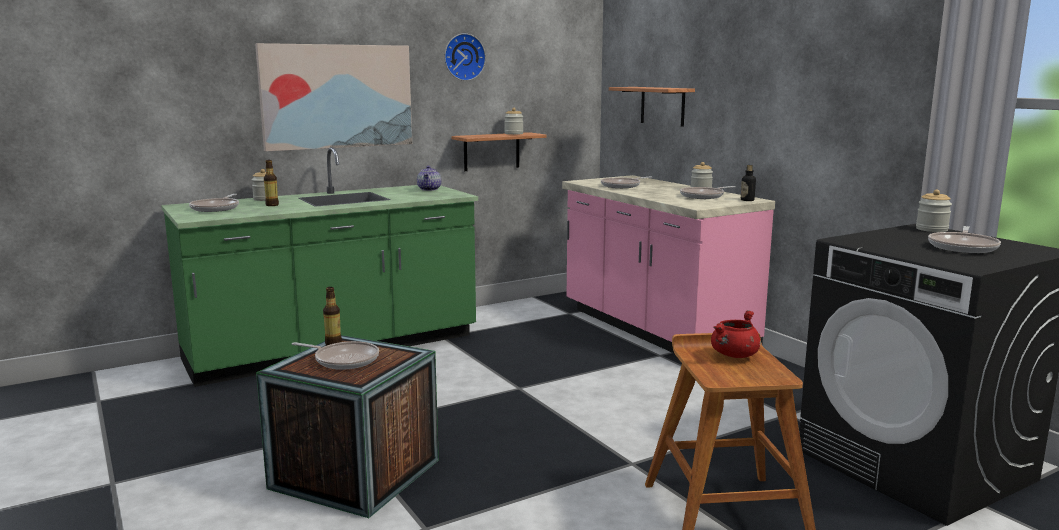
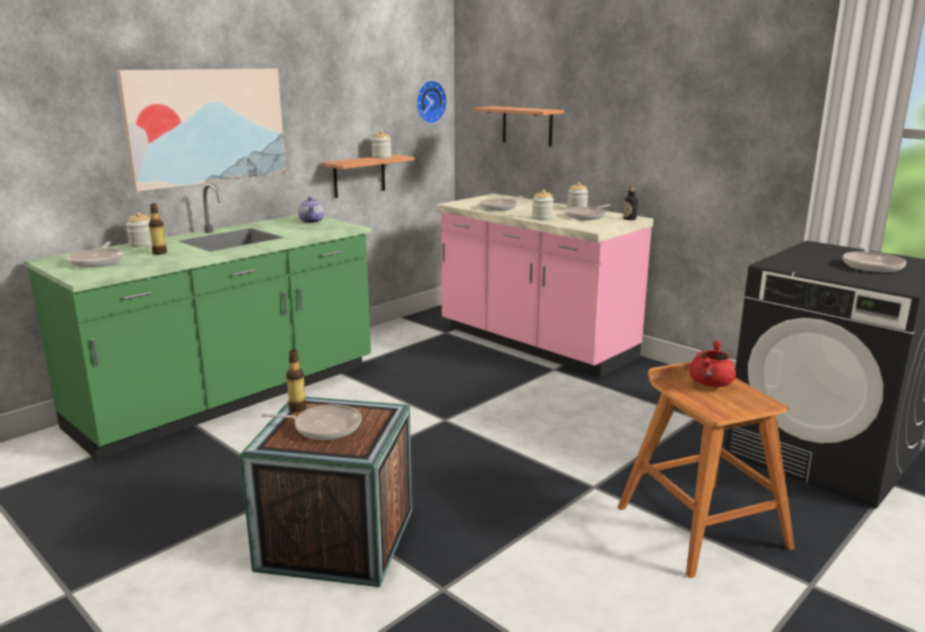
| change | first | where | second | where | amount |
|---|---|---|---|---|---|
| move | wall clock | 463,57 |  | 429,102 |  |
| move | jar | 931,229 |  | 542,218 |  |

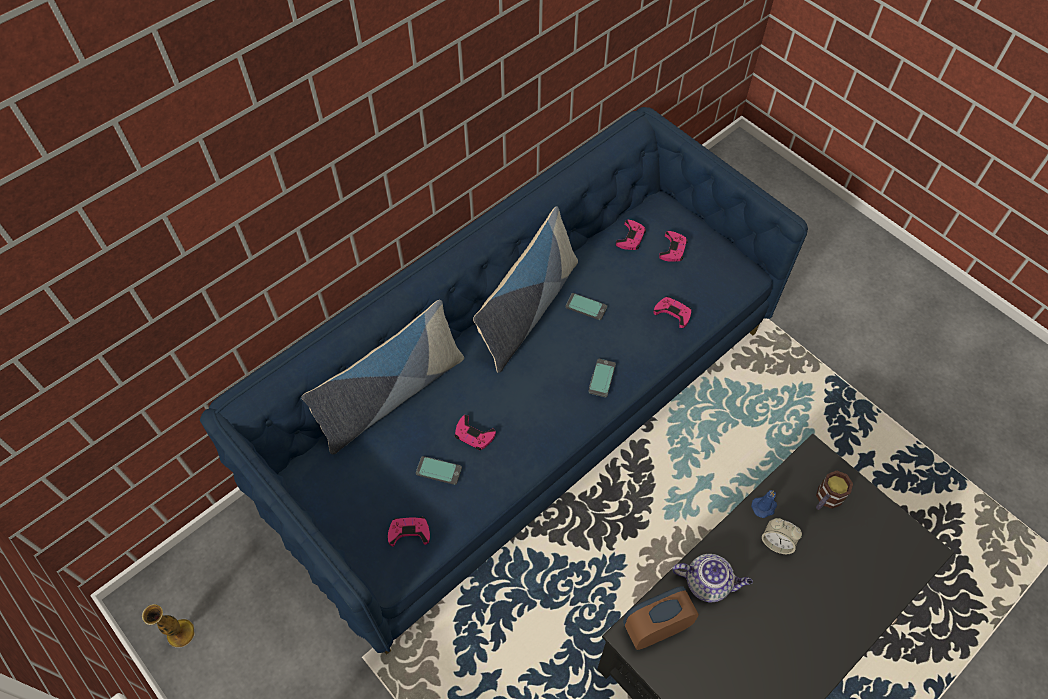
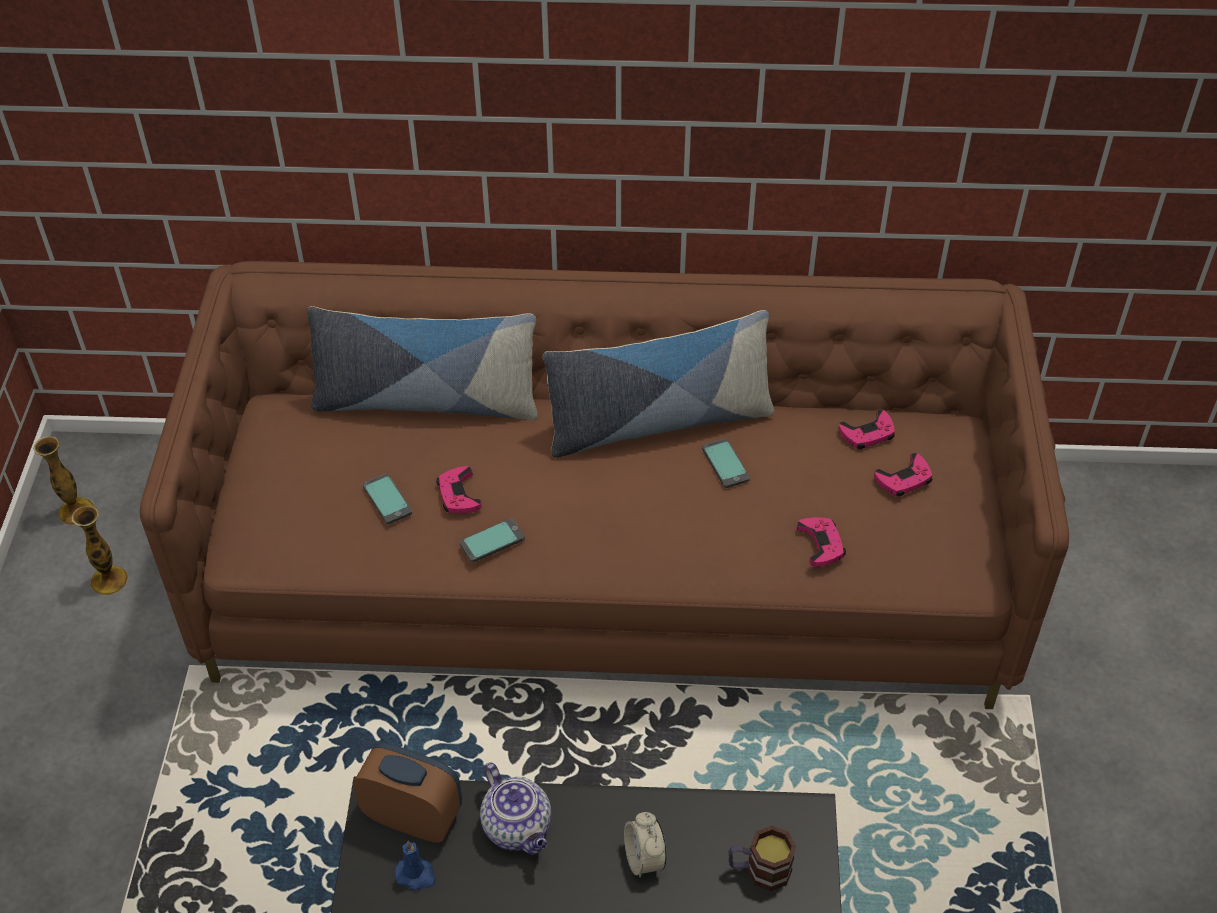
| change | first | where | second | where | amount |
|---|---|---|---|---|---|
| recolor | blue sofa | 523,410 | brown sofa | 610,574 |  |
| delete | pink game controller | 409,532 |  |  |  |
| move | phone | 601,378 |  | 492,541 |  |
| move | blue candle | 764,507 |  | 416,875 |  |
| insert |  |  | vase | 109,580 |  |

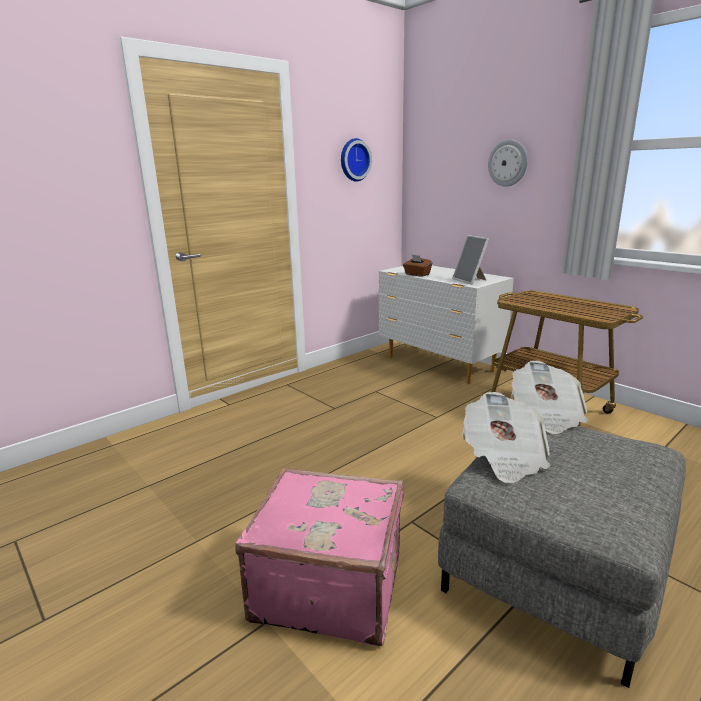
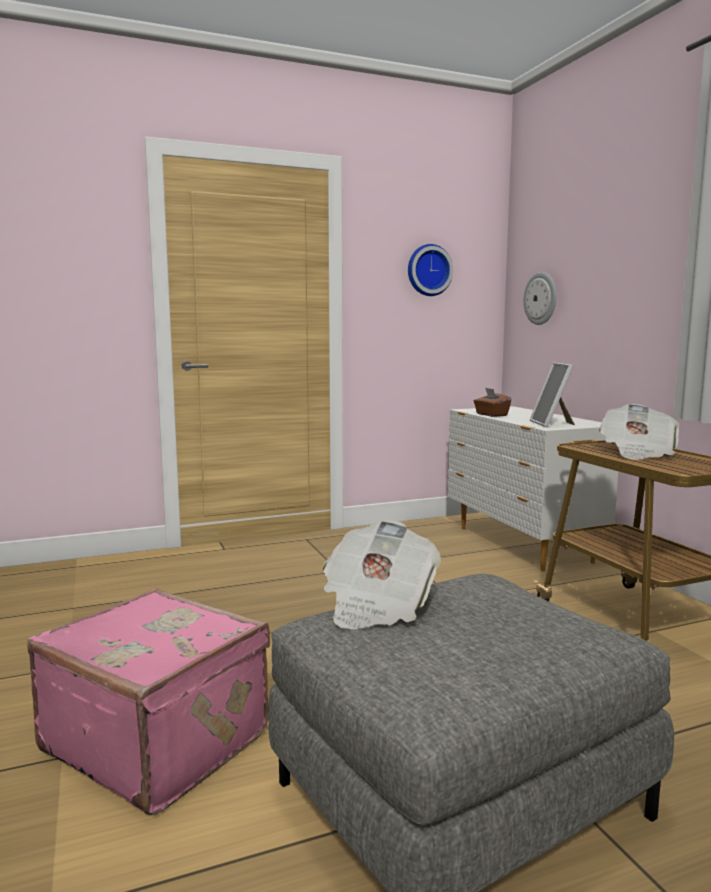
| change | first | where | second | where | amount |
|---|---|---|---|---|---|
| move | wall clock | 508,163 |  | 541,298 |  |
| move | newspaper | 546,415 |  | 637,453 |  |

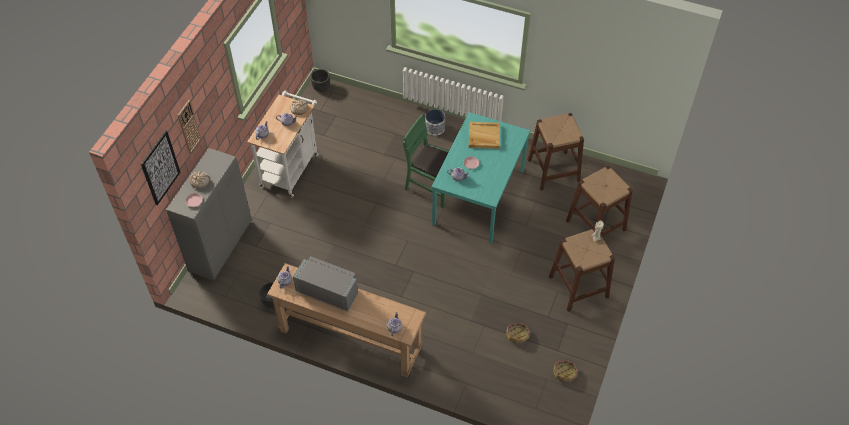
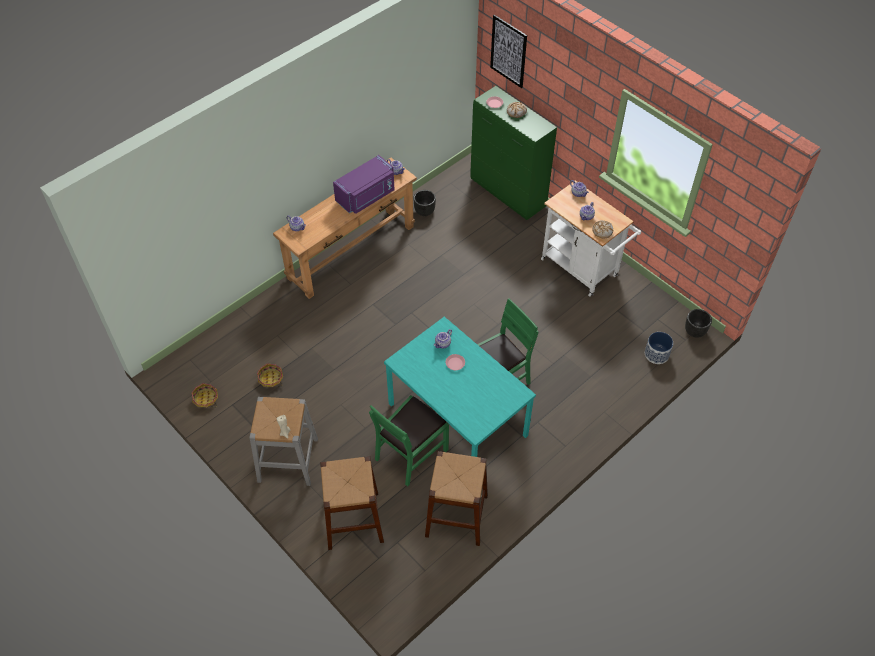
| change | first | where | second | where | amount |
|---|---|---|---|---|---|
| recolor | grey cabinet | 221,246 | green cabinet | 508,193 |  |
| delete | wall clock | 188,126 |  |  |  |
| recolor | grey microwave | 328,291 | purple microwave | 366,196 |  |
| move | planter | 435,128 |  | 656,354 |  |
| delete | beige tray | 483,136 |  |  |  |
| recolor | brown stool | 578,286 | grey stool | 288,460 |  |
| insert |  |  | green chair | 411,453 |  |

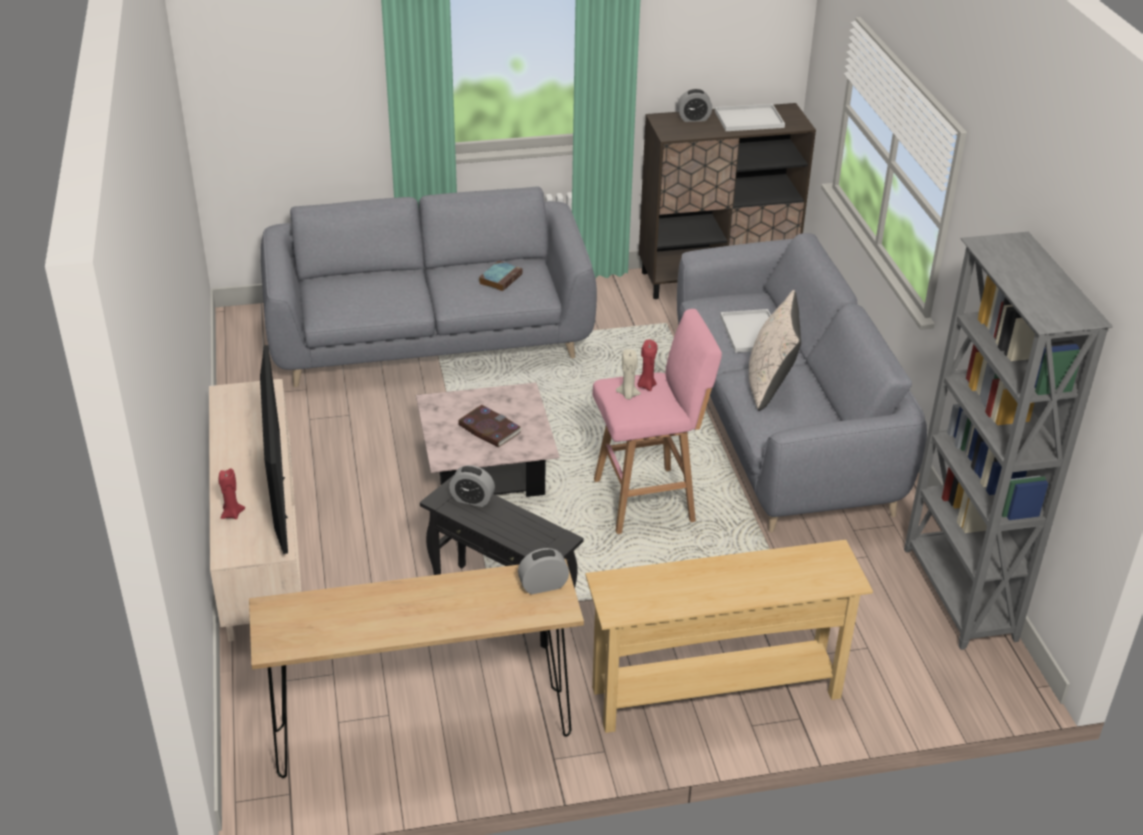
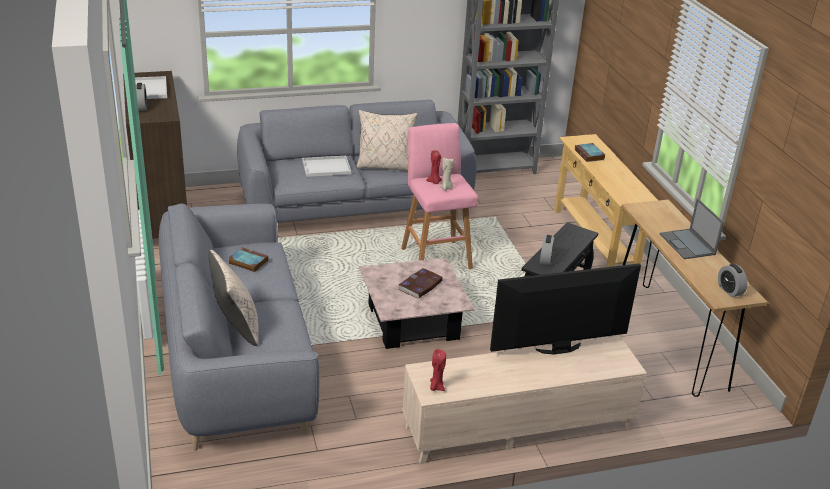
| change | first | where | second | where | amount |
|---|---|---|---|---|---|
| move | red candle | 232,514 |  | 436,387 |  |
| move | alarm clock | 543,585 |  | 729,290 |  |
| insert |  |  | beige pillow | 236,326 |  |
| insert |  |  | book | 589,155 |  |
| insert |  |  | laptop | 688,244 |  |

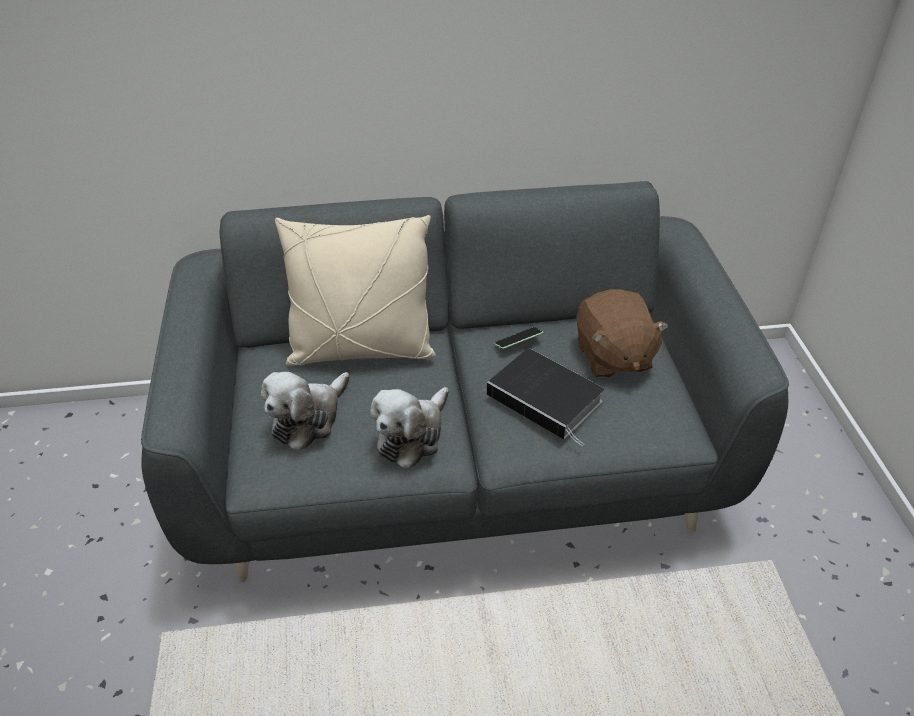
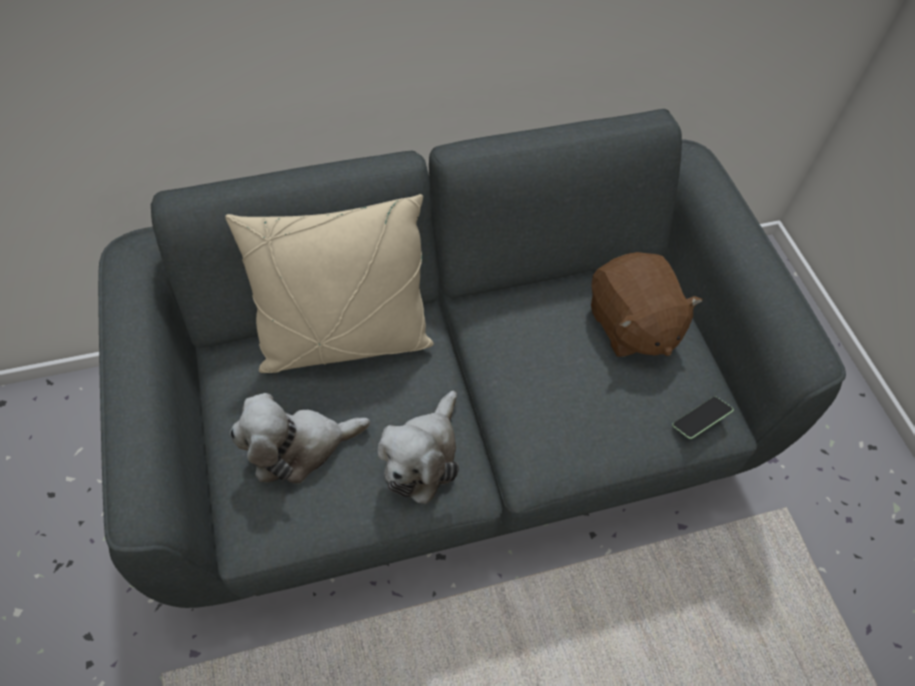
| change | first | where | second | where | amount |
|---|---|---|---|---|---|
| rotate | plush toy | 308,419 |  | 299,447 | 45 degrees clockwise |
| delete | book | 547,399 |  |  |  |
| move | phone | 518,343 |  | 700,421 |  |

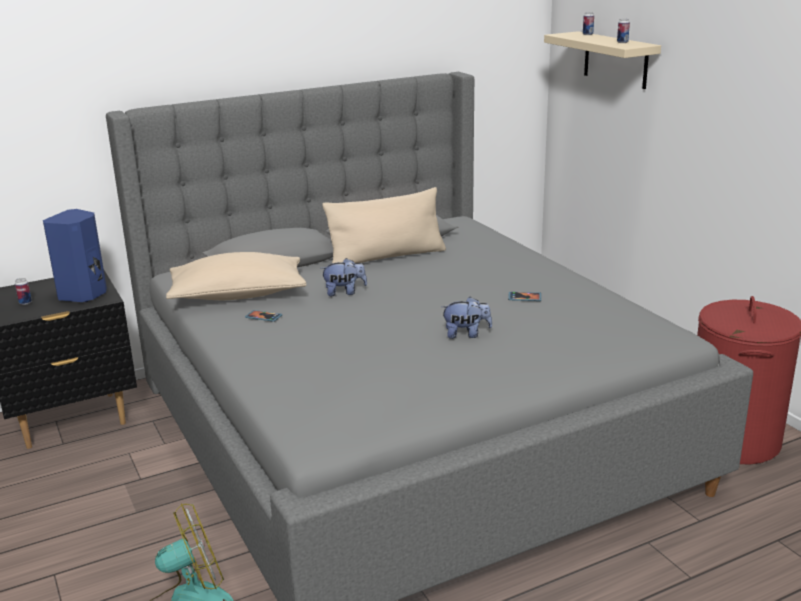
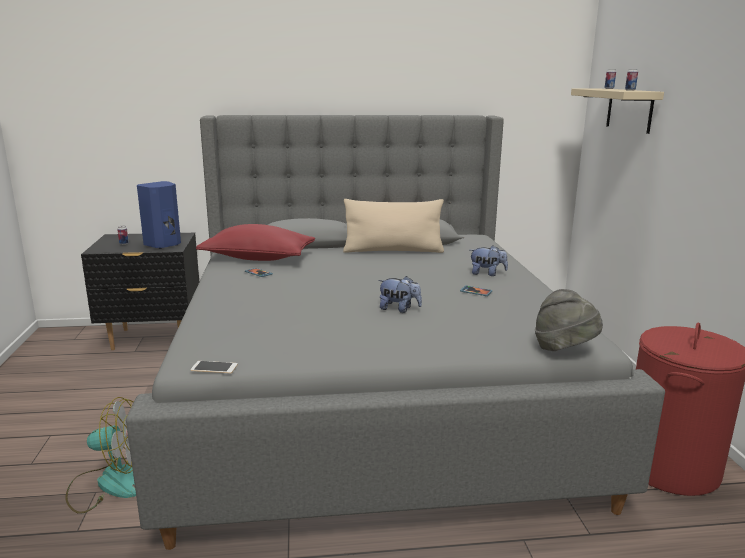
| change | first | where | second | where | amount |
|---|---|---|---|---|---|
| recolor | beige pillow | 238,295 | red pillow | 258,258 |  |
| move | plush toy | 344,292 |  | 487,274 |  |
| insert |  |  | phone | 214,367 |  |
| insert |  |  | grey hat | 564,349 |  |

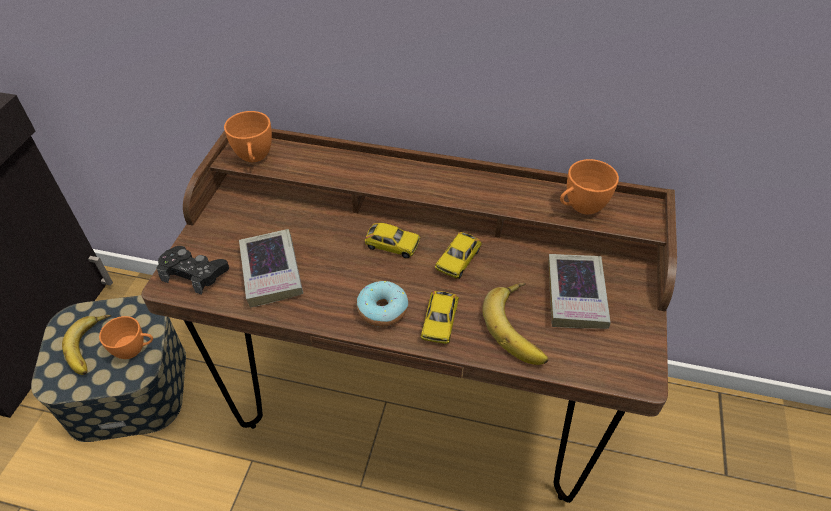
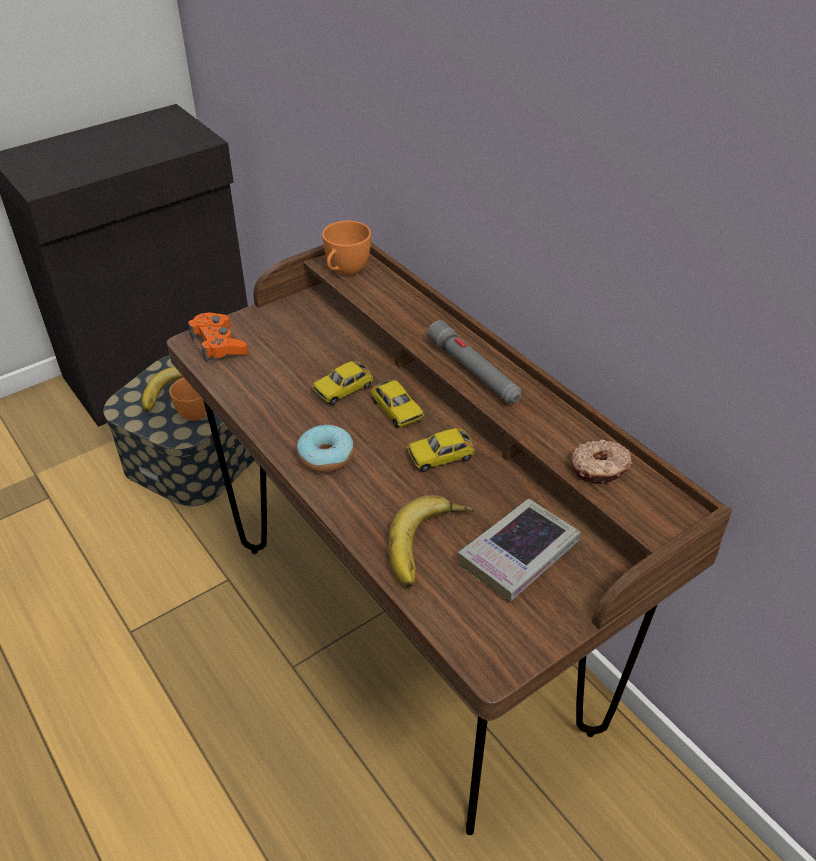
| change | first | where | second | where | amount |
|---|---|---|---|---|---|
| recolor | black game controller | 194,273 | orange game controller | 218,344 |  |
| delete | book | 271,271 |  |  |  |
| move | toy car | 439,322 |  | 342,389 |  |
| replace | orange cup | 580,207 | donut | 599,469 |  |
| insert |  |  | grey flashlight | 473,371 |  |

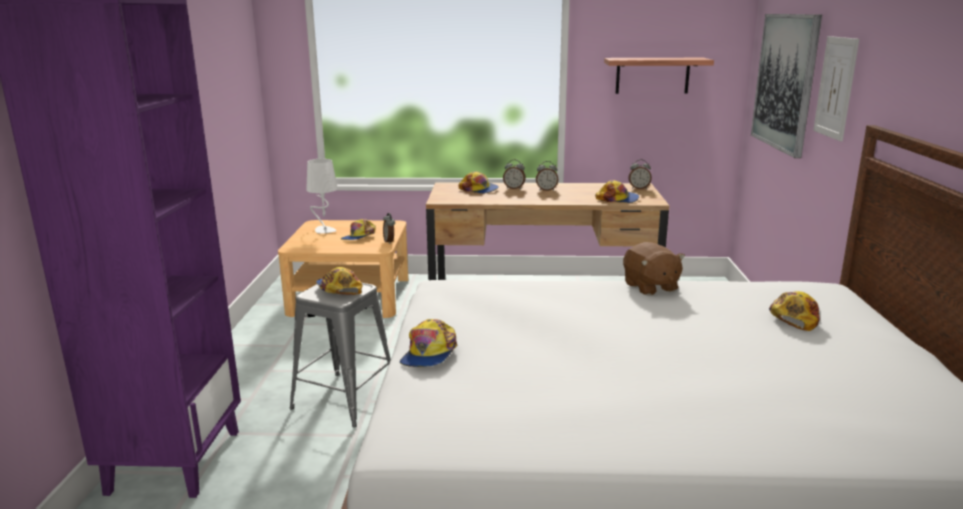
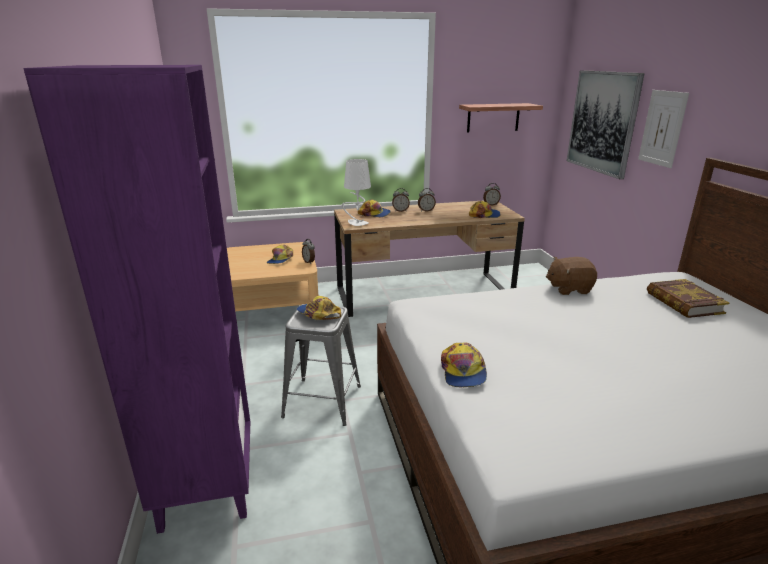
| change | first | where | second | where | amount |
|---|---|---|---|---|---|
| move | white table lamp | 324,230 |  | 356,223 |  |
| rotate | brown plush toy | 650,287 |  | 569,288 | 120 degrees clockwise |
| replace | cap | 794,317 | book | 683,303 |  |

